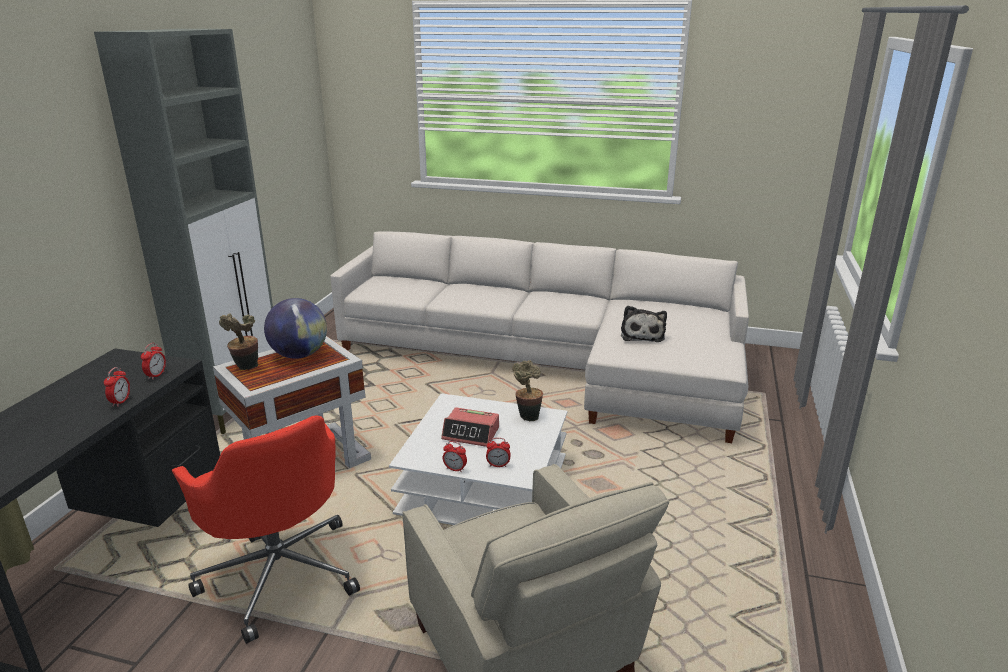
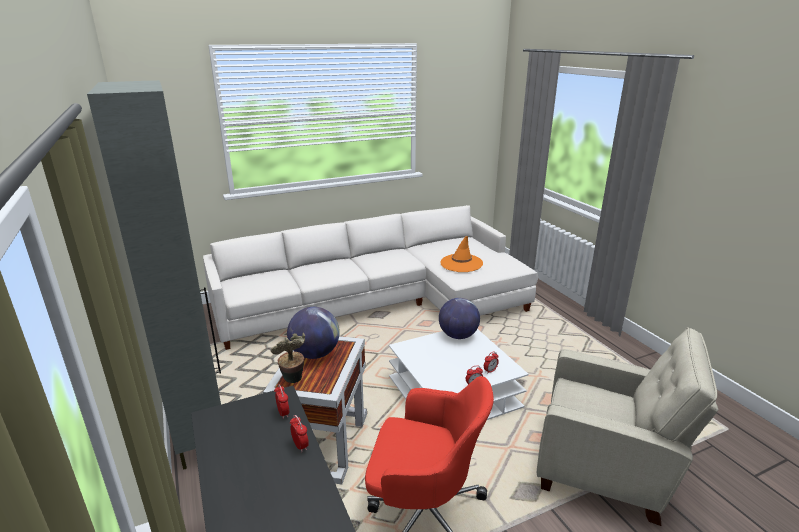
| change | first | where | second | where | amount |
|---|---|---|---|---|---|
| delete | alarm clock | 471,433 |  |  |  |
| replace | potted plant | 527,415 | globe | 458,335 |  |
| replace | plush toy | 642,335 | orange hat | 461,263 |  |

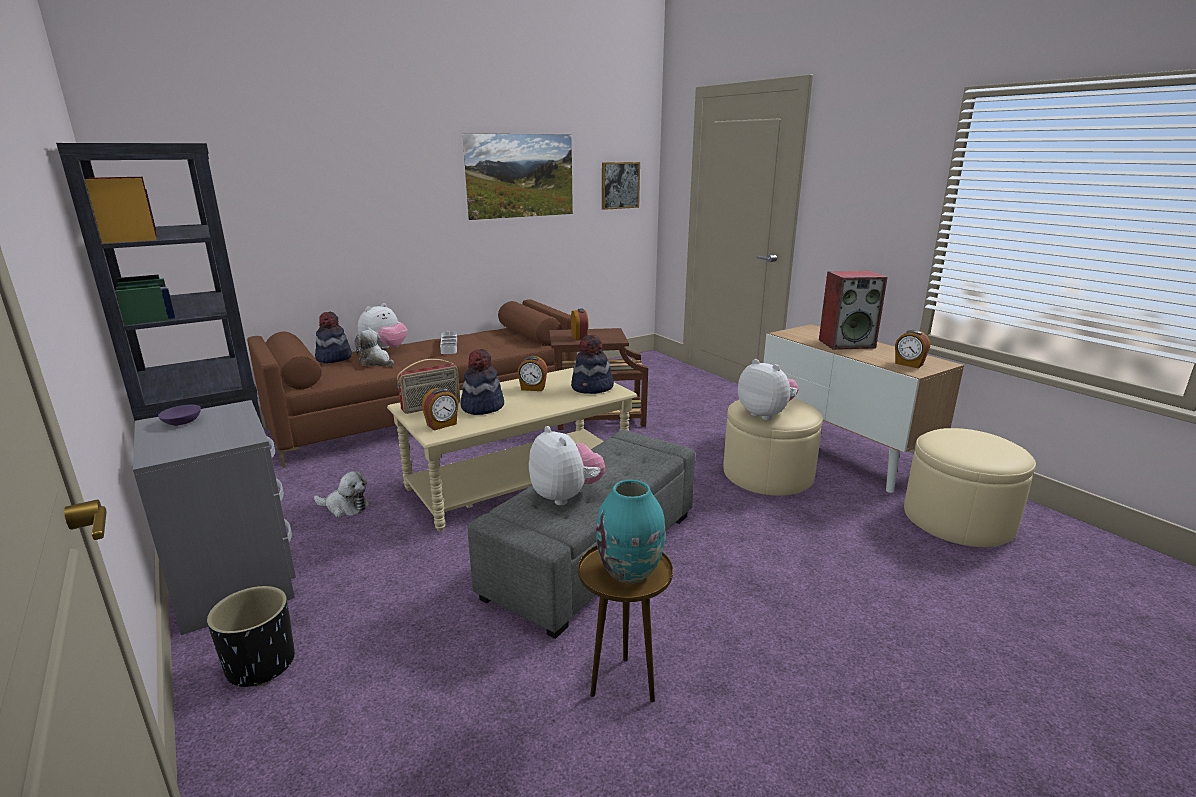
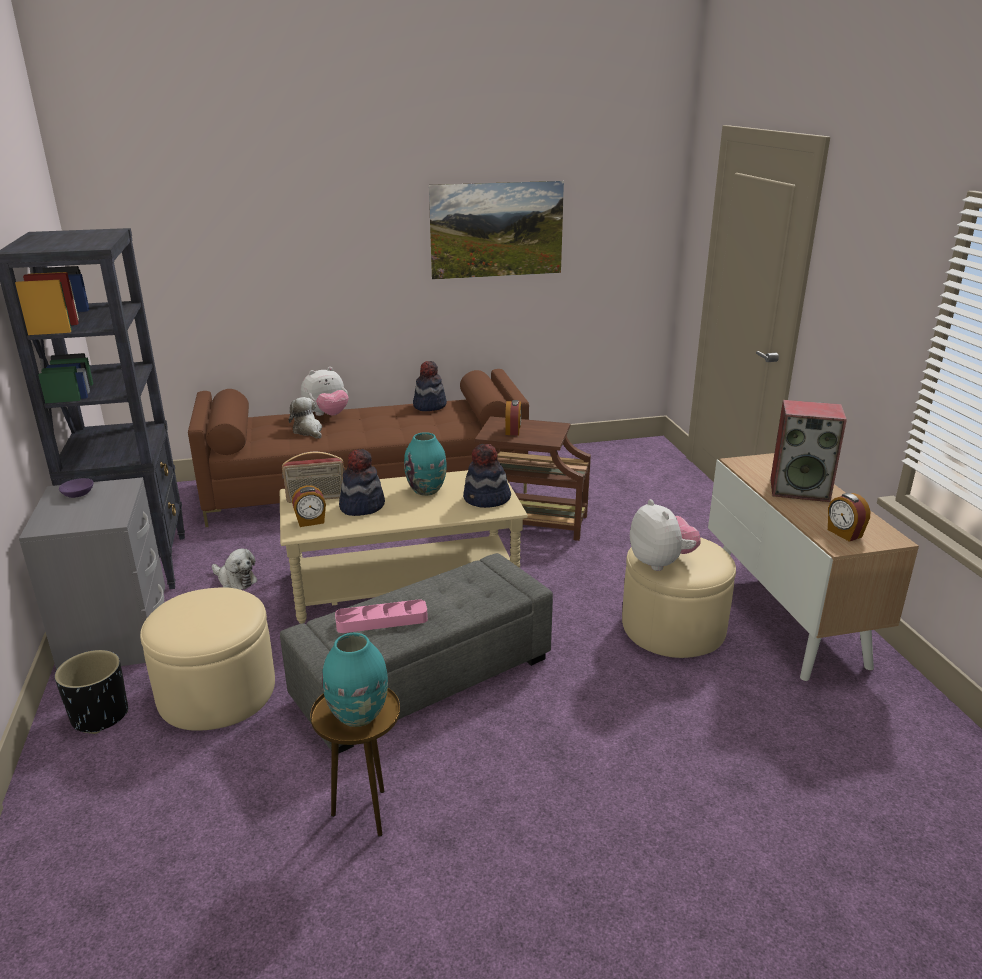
| change | first | where | second | where | amount |
|---|---|---|---|---|---|
| move | hat | 333,358 |  | 429,405 |  |
| delete | grey tray | 449,346 |  |  |  |
| replace | alarm clock | 533,388 | turquoise vase | 426,490 |  |
| replace | plush toy | 566,496 | pink tray | 382,621 |  |
| delete | picture | 620,185 |  |  |  |
| move | beige ottoman | 958,519 |  | 217,692 |  |

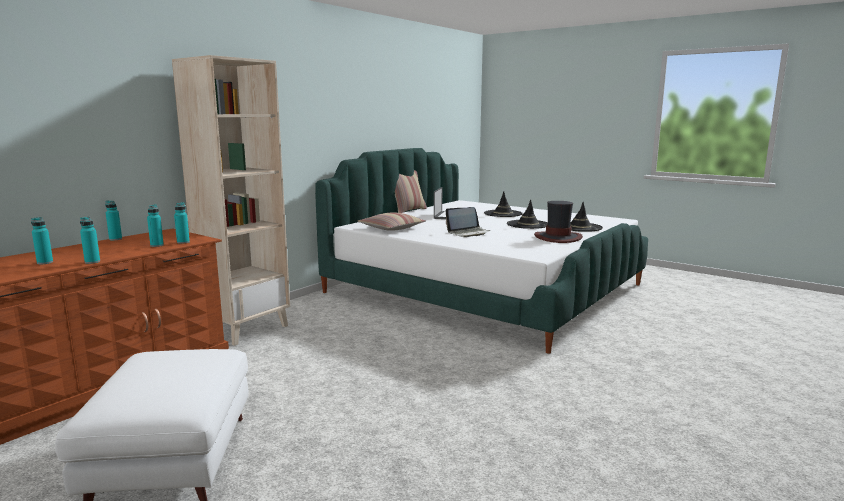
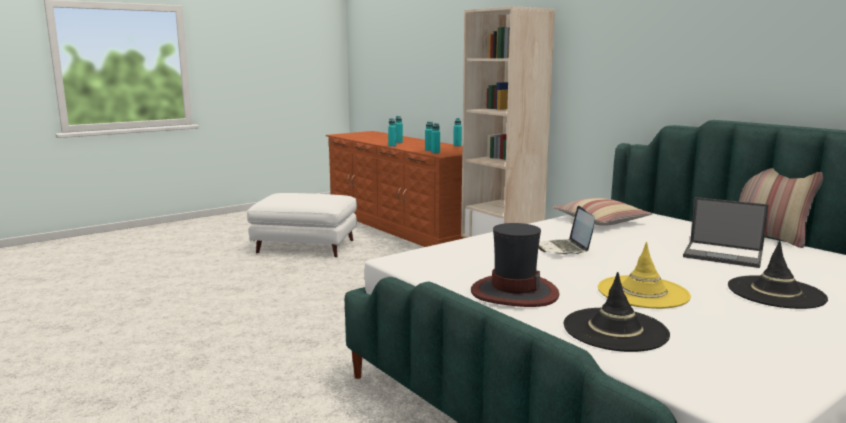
| change | first | where | second | where | amount |
|---|---|---|---|---|---|
| recolor | black hat | 528,224 | yellow hat | 643,292 |  |

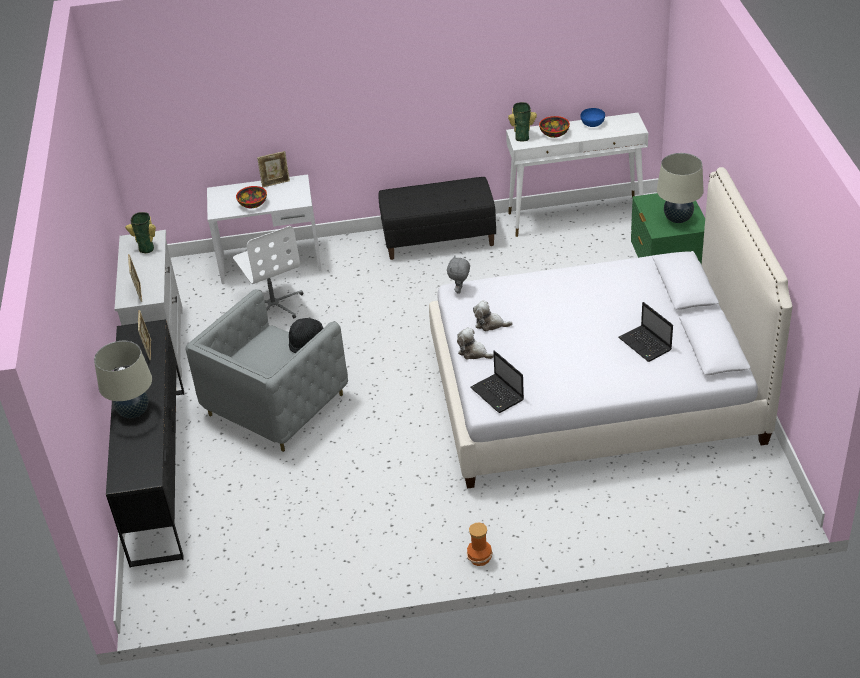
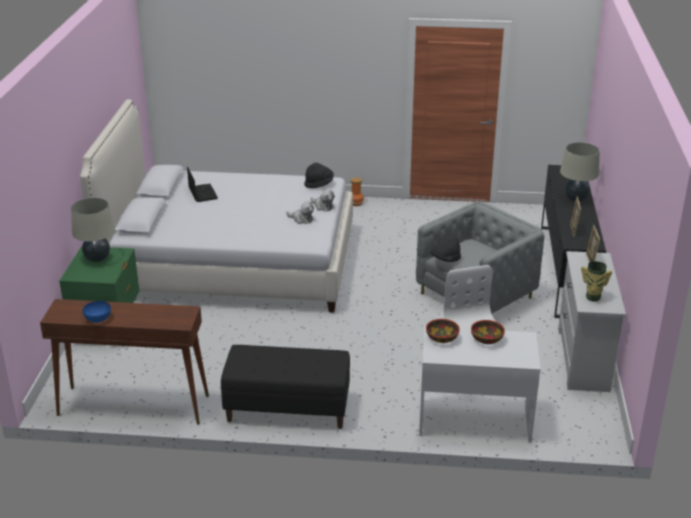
| change | first | where | second | where | amount |
|---|---|---|---|---|---|
| delete | picture frame | 276,183 |  |  |  |
| delete | grey plush toy | 460,290 |  |  |  |
| replace | laptop | 498,394 | black hat | 319,184 |  |
| recolor | white console table | 576,216 | brown console table | 132,405 |  |
| delete | vase | 522,136 |  |  |  |
| move | bowl | 554,133 |  | 441,338 |  |

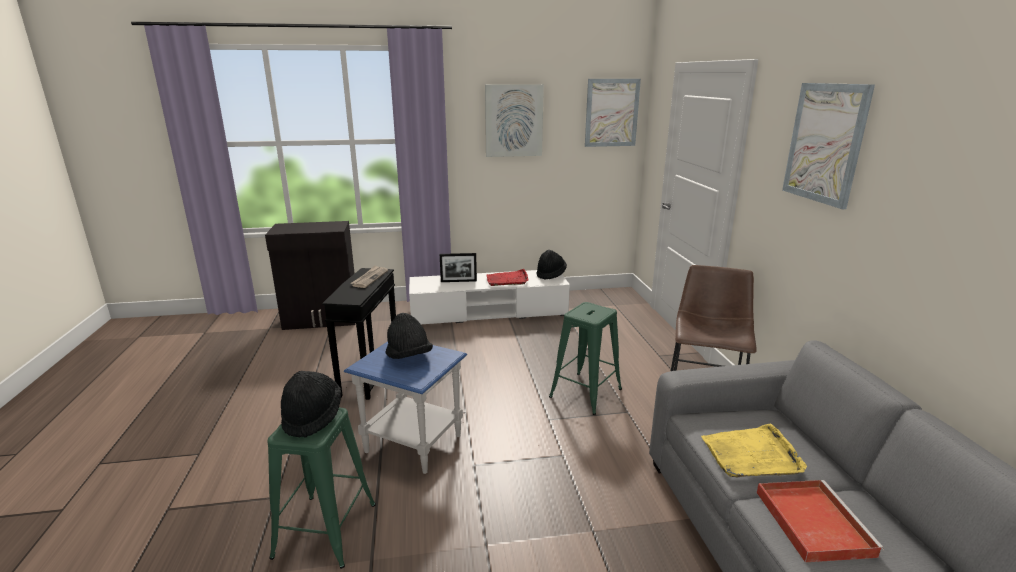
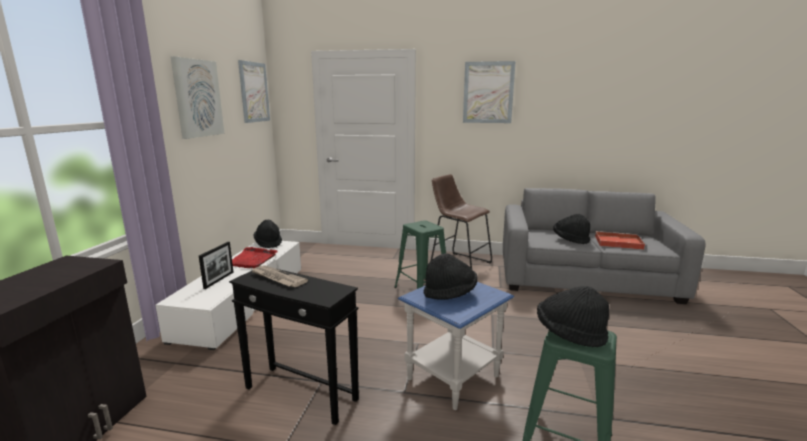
| change | first | where | second | where | amount |
|---|---|---|---|---|---|
| replace | yellow tray | 751,455 | black hat | 570,240 |  |

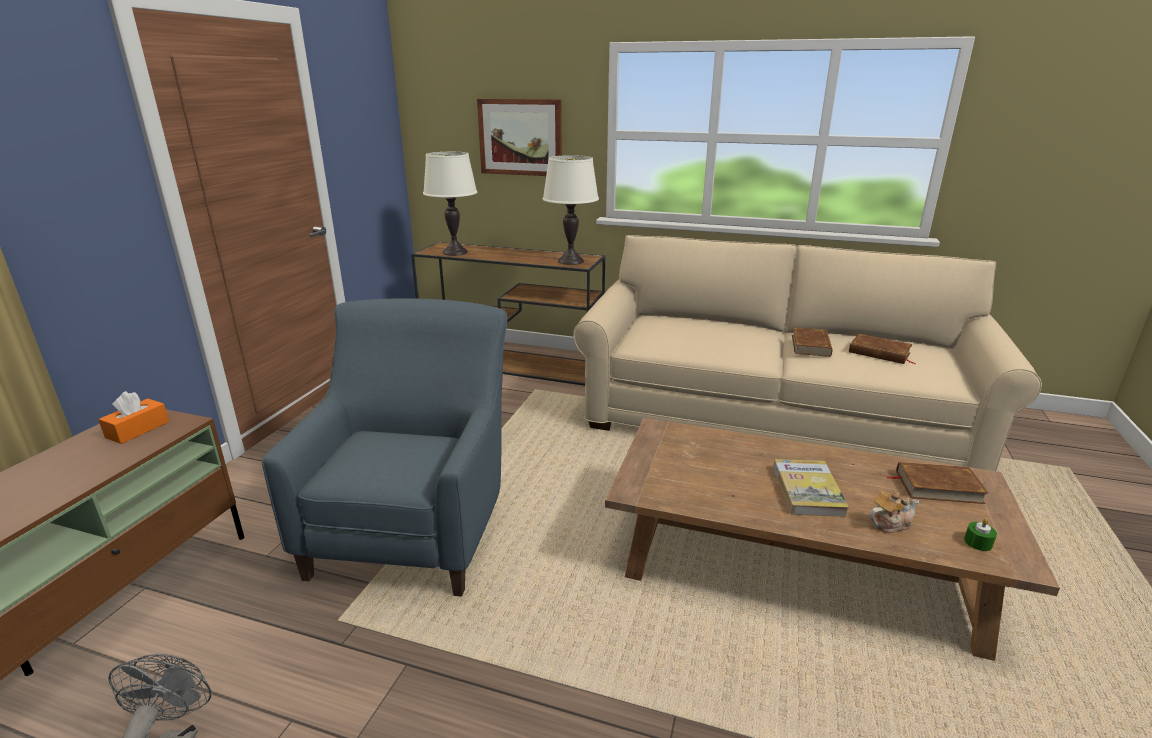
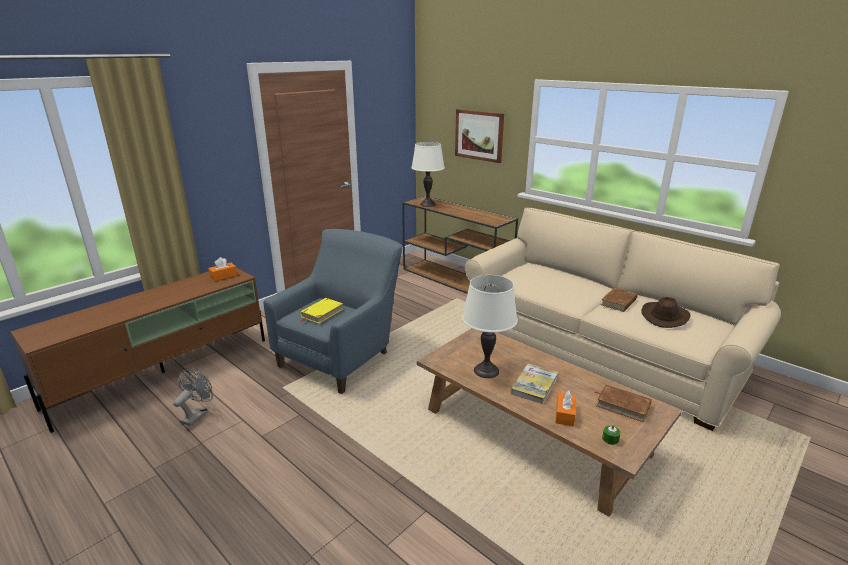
| change | first | where | second | where | amount |
|---|---|---|---|---|---|
| move | white table lamp | 571,261 |  | 486,371 |  |
| replace | brown book | 879,353 | brown hat | 664,316 |  |
| replace | teapot | 889,524 | orange tissue box | 565,414 |  |
| insert |  |  | yellow book | 322,313 |  |

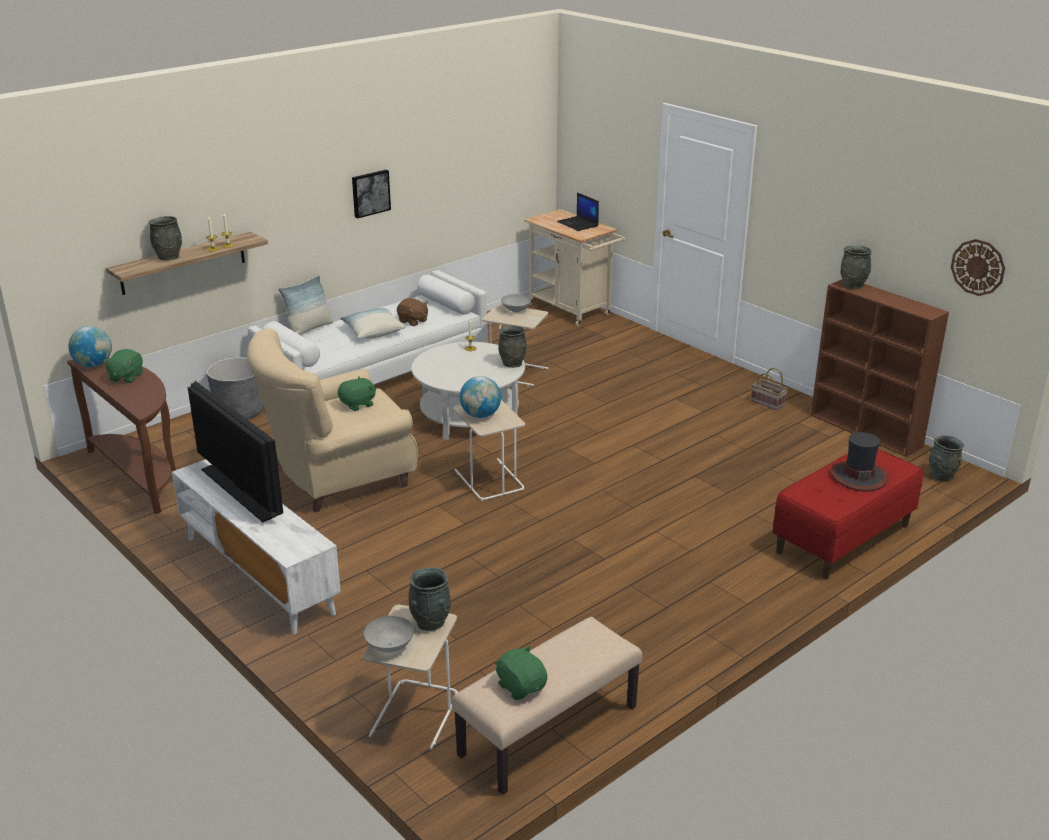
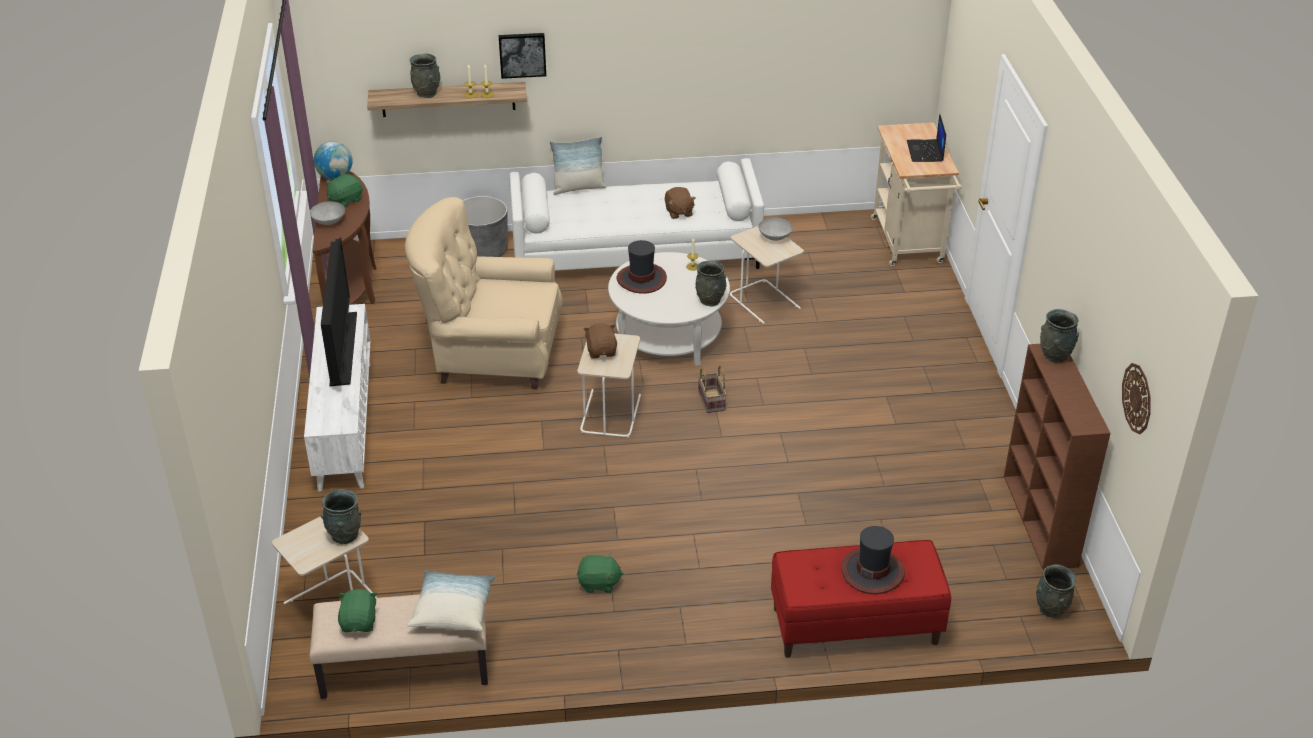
| change | first | where | second | where | amount |
|---|---|---|---|---|---|
| move | green plush toy | 358,404 |  | 599,583 |  |
| move | pillow | 373,332 |  | 453,610 |  |
| move | picture | 370,193 |  | 522,54 |  |
| move | grey bowl | 390,646 |  | 329,222 |  |
| replace | globe | 480,415 | brown plush toy | 601,351 |  |
| move | basket | 769,403 |  | 712,401 |  |
| insert |  |  | hat | 641,279 |  |

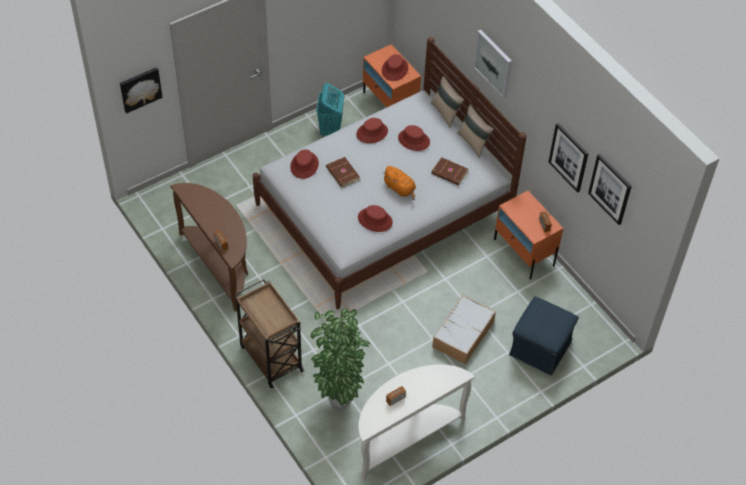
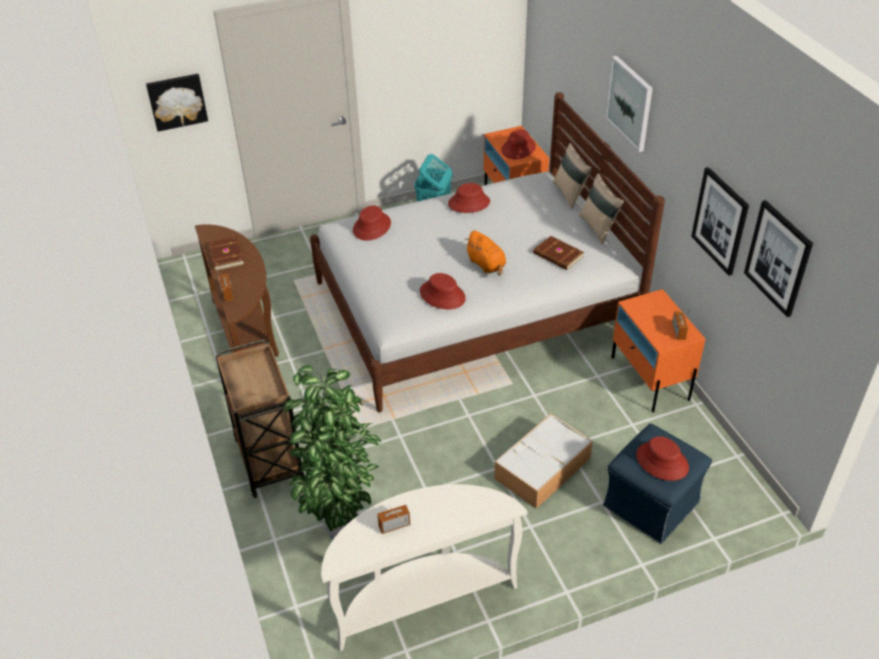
| change | first | where | second | where | amount |
|---|---|---|---|---|---|
| move | brown book | 342,174 |  | 225,255 |  |
| move | red hat | 413,140 |  | 662,462 |  |

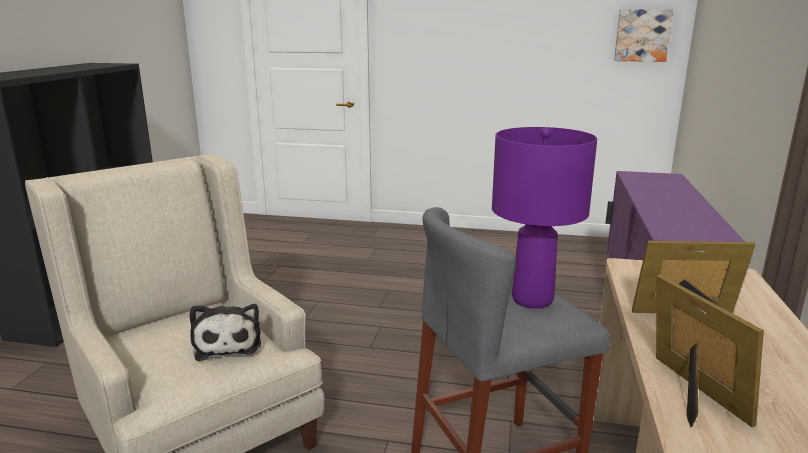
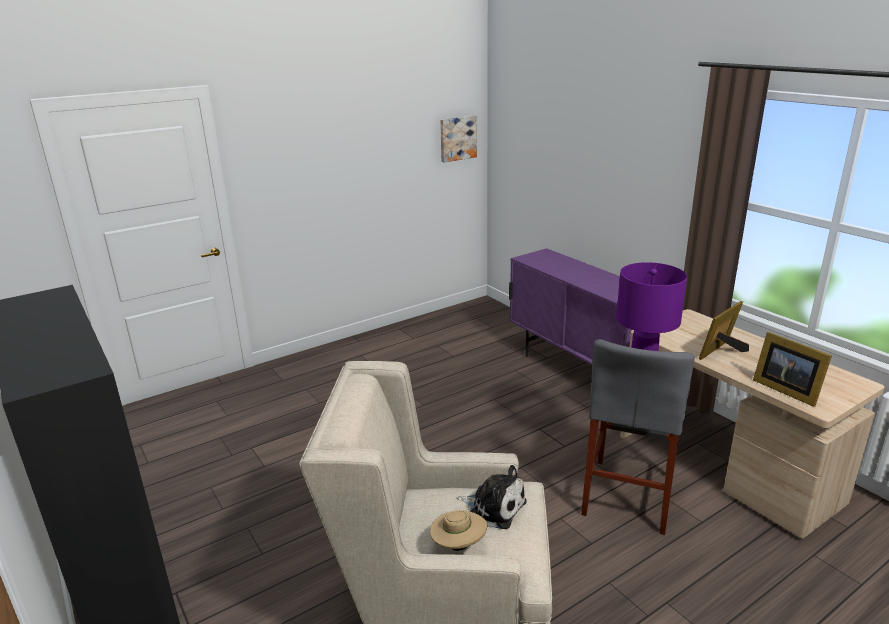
| change | first | where | second | where | amount |
|---|---|---|---|---|---|
| rotate | picture frame | 692,394 |  | 785,389 | 150 degrees counterclockwise |
| insert |  |  | beige hat | 458,545 |  |

